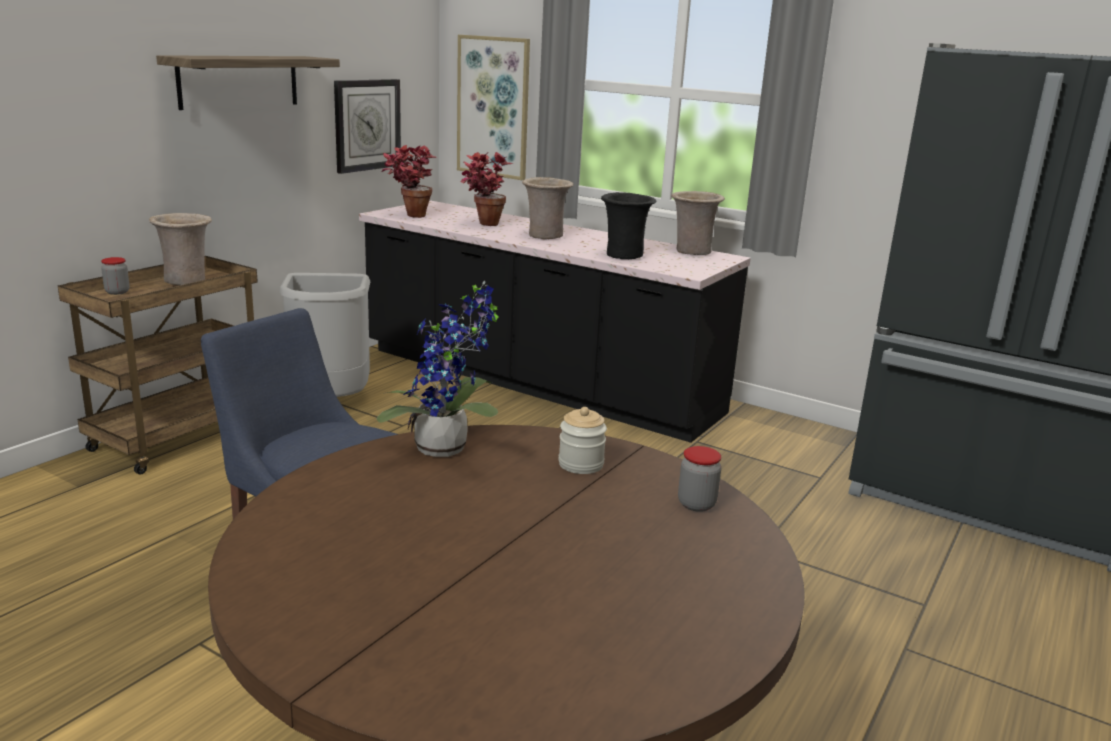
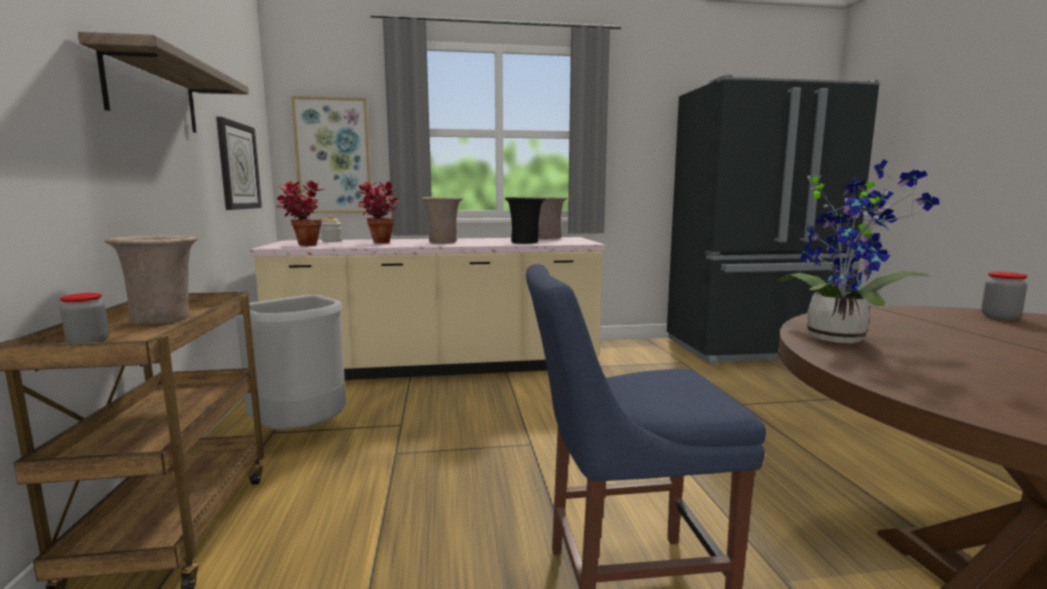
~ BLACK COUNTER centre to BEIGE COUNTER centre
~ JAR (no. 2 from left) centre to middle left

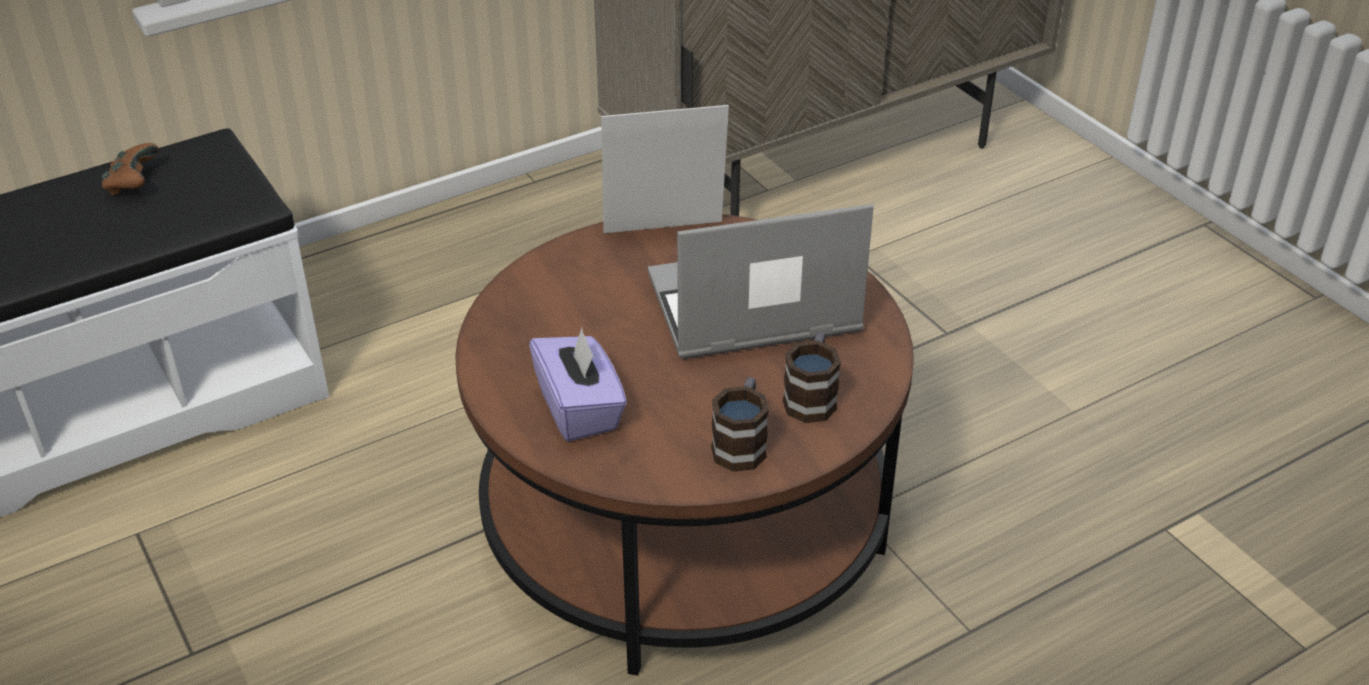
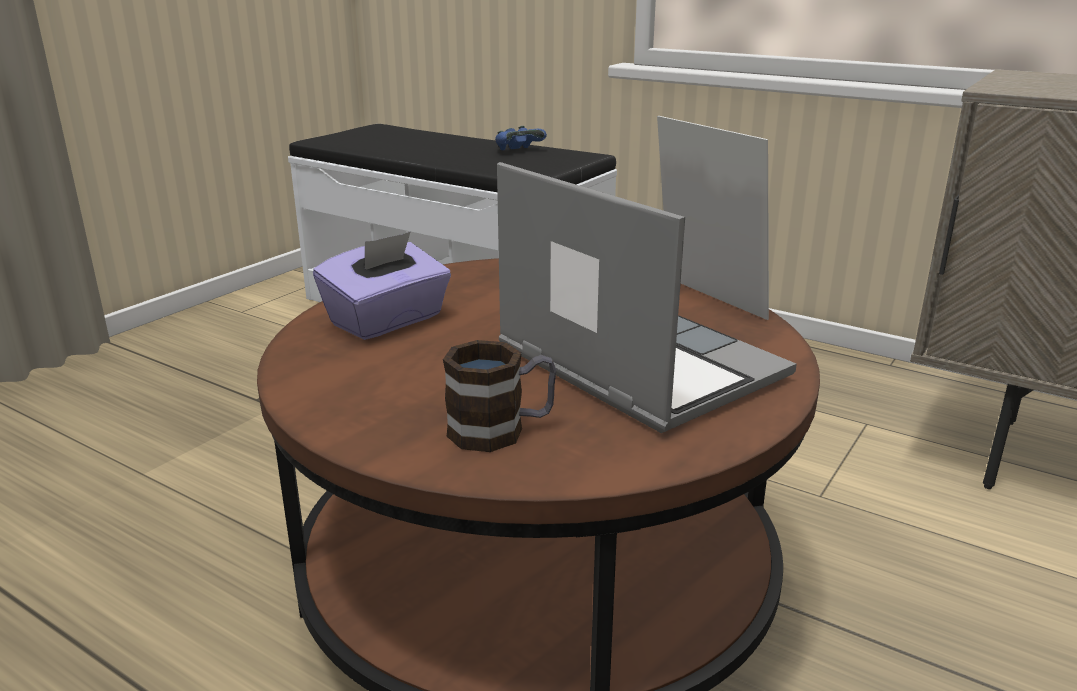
~ BROWN GAME CONTROLLER top left to BLUE GAME CONTROLLER top centre
- MUG (no. 1 from left) centre

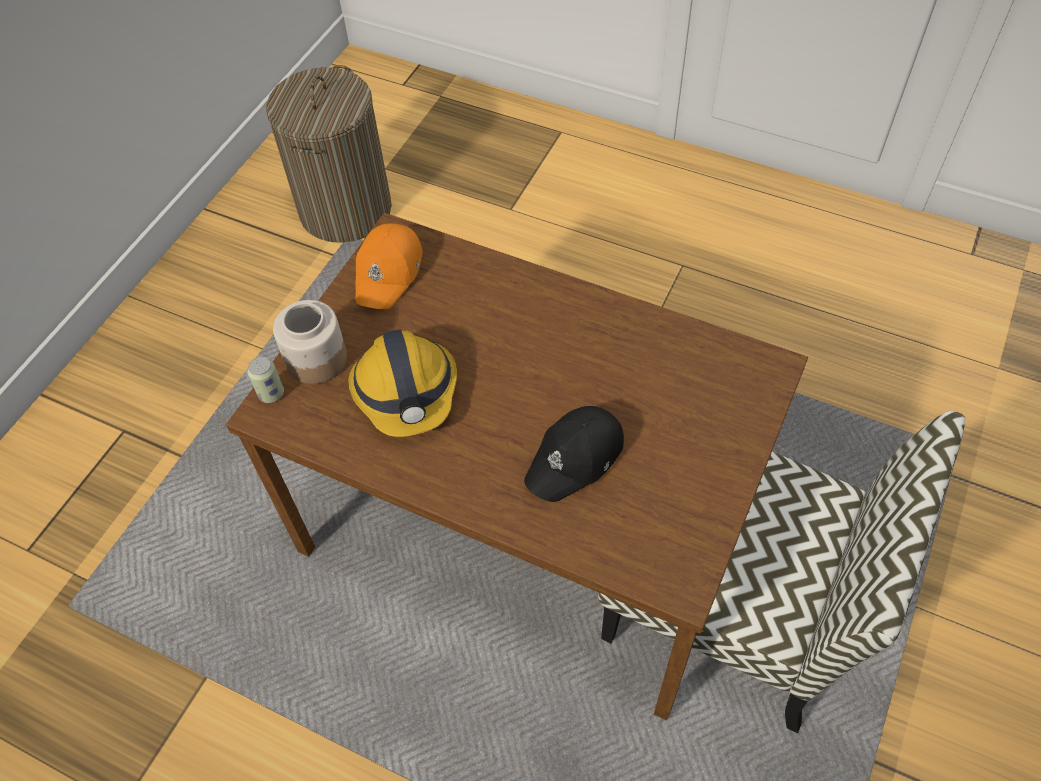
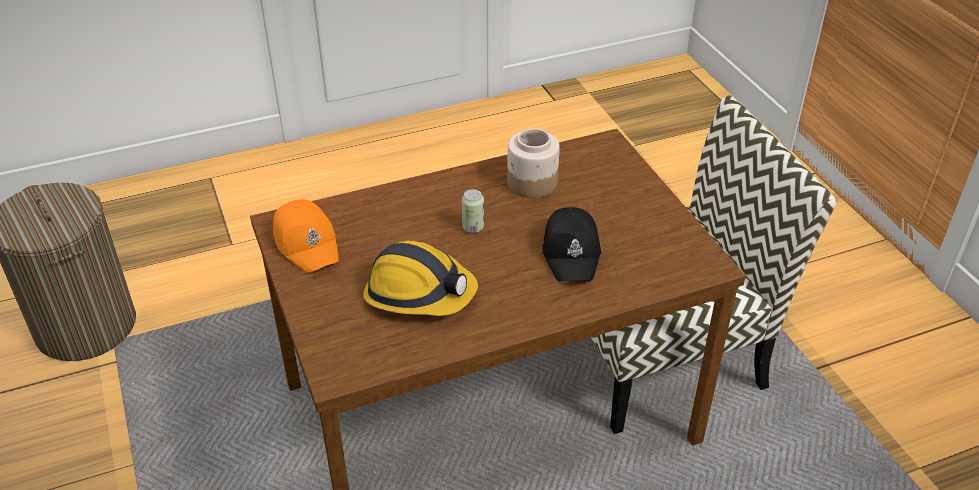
~ CAN middle left to centre
~ JAR middle left to top centre

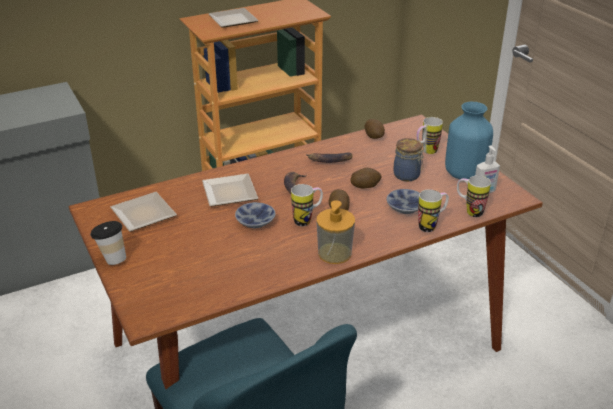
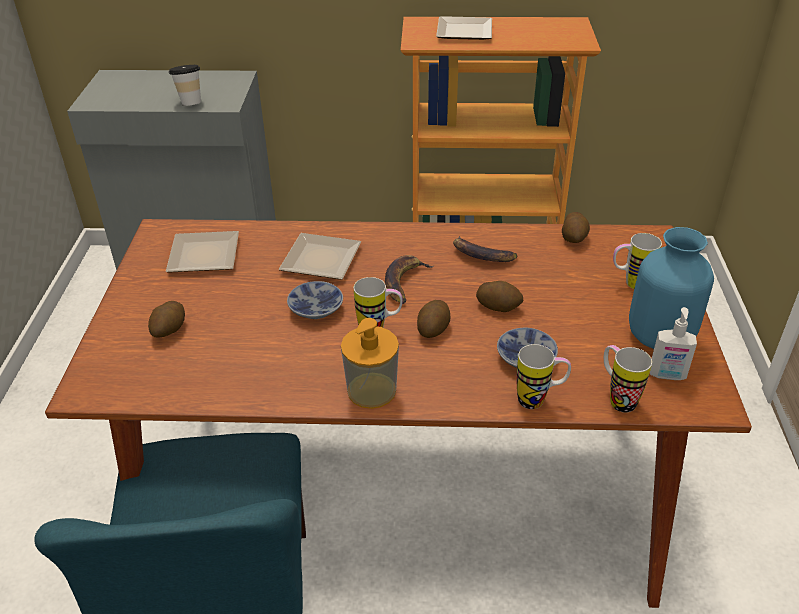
~ CUP middle left to top left
- JAR centre
+ POTATO (no. 1 from left) middle left

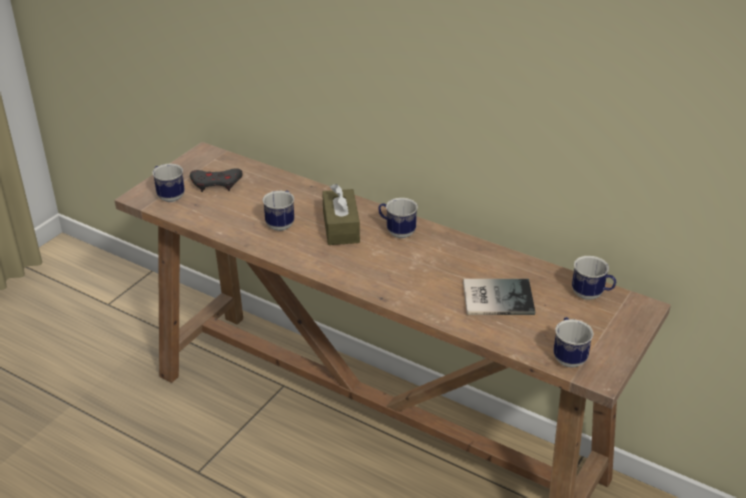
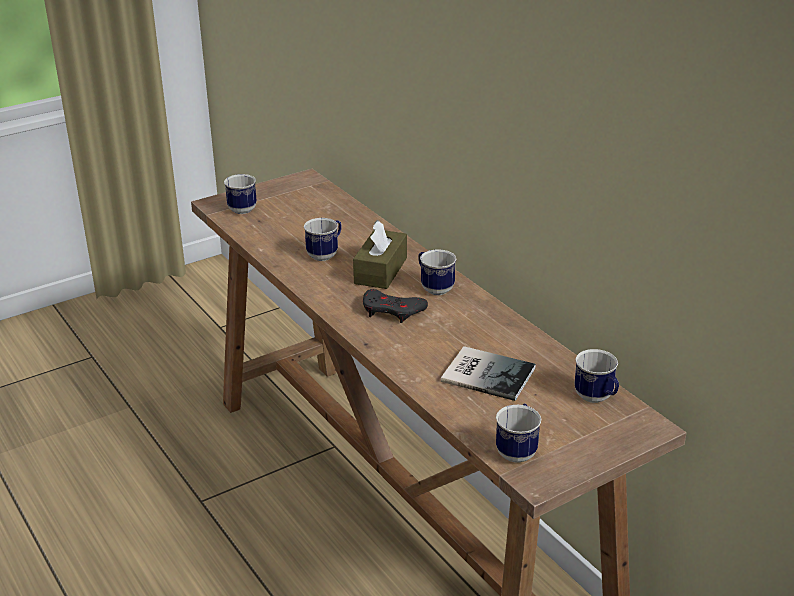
~ GREY GAME CONTROLLER middle left to centre

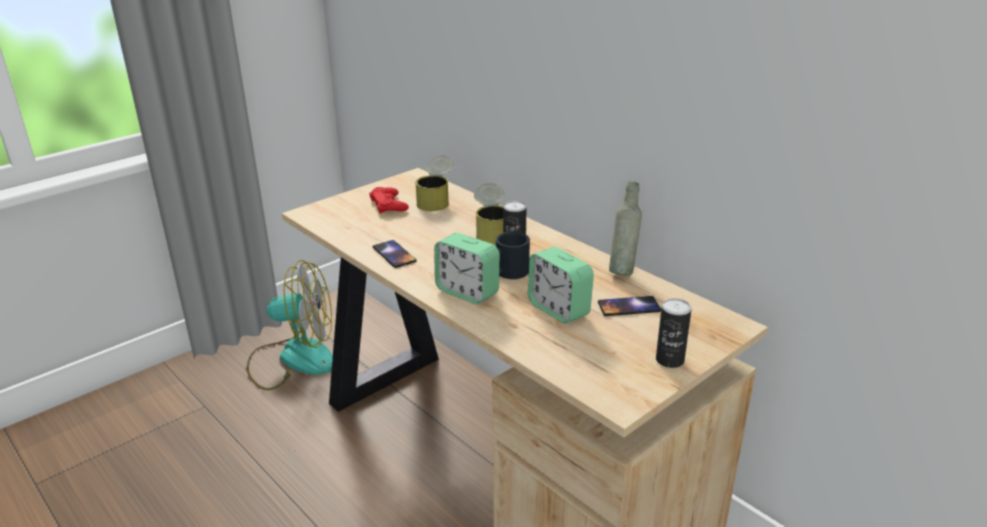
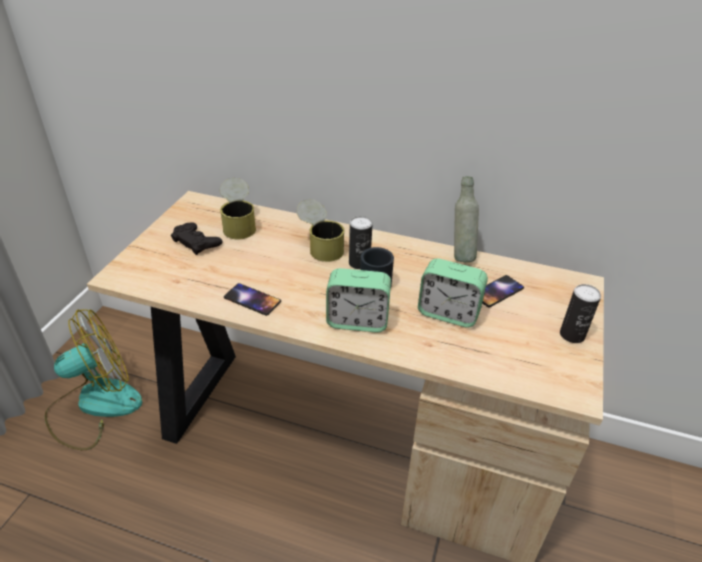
~ RED GAME CONTROLLER centre to BLACK GAME CONTROLLER middle left

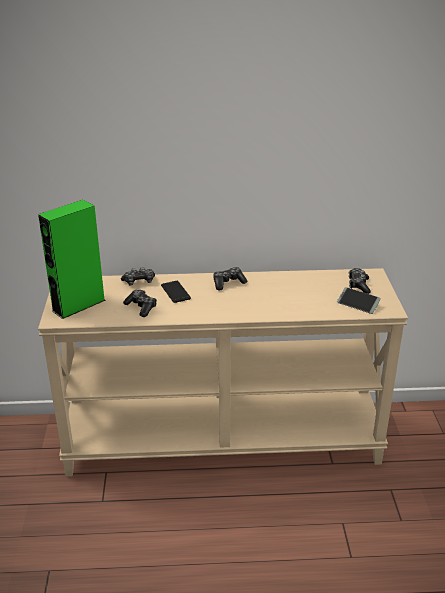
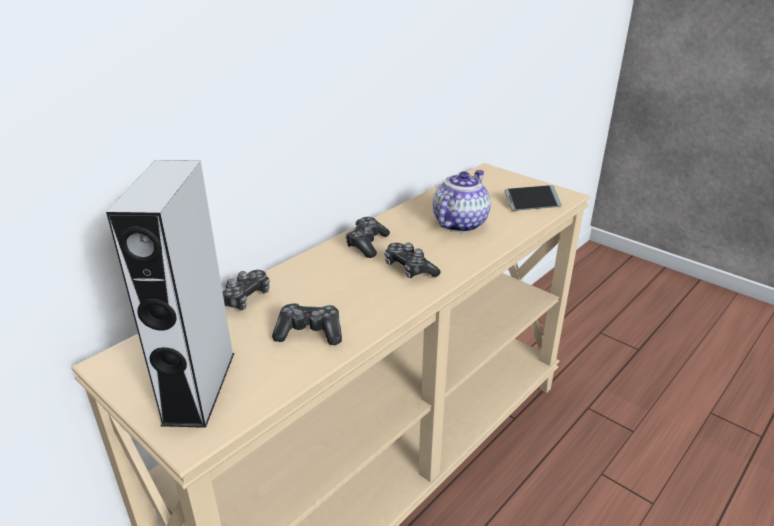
~ GREEN SPEAKER middle left to GREY SPEAKER middle left
- PHONE (no. 1 from left) centre
~ GAME CONTROLLER (no. 4 from left) middle right to centre
+ TEAPOT centre

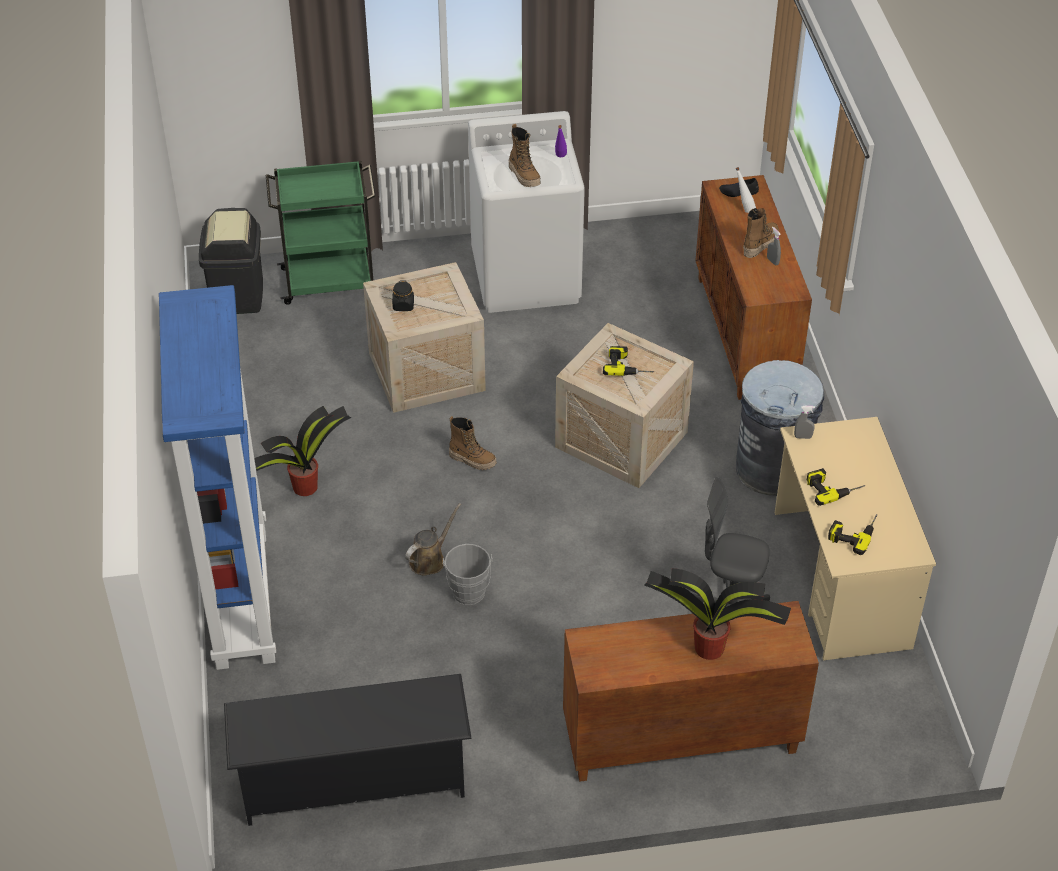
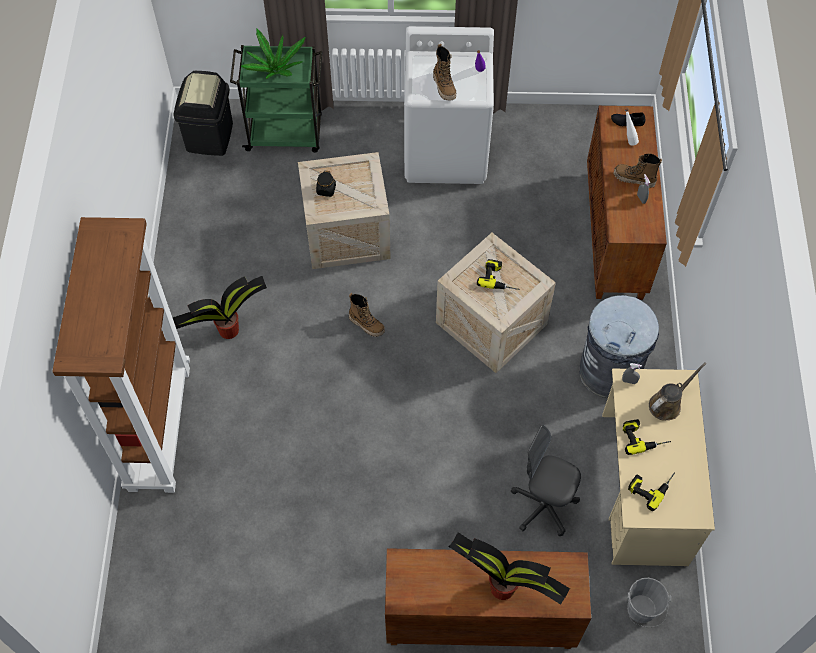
~ BLUE BOOKCASE middle left to BROWN BOOKCASE middle left
- BLACK SHOE RACK bottom left
~ BROWN WATERING CAN centre to middle right
~ GREY BUCKET centre to bottom right
~ BOOT (no. 3 from left) top right = top right 120 degrees counterclockwise
+ POTTED PLANT (no. 2 from left) top centre

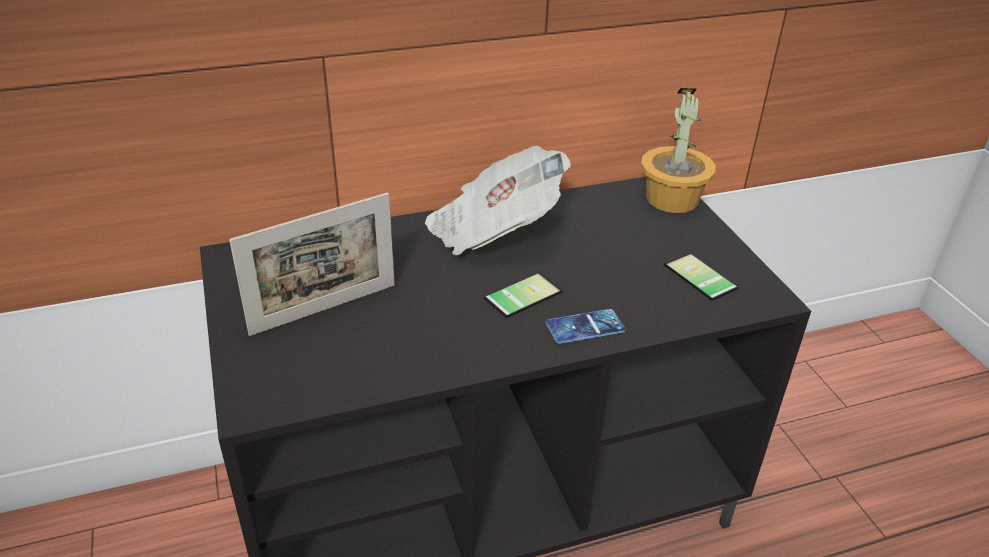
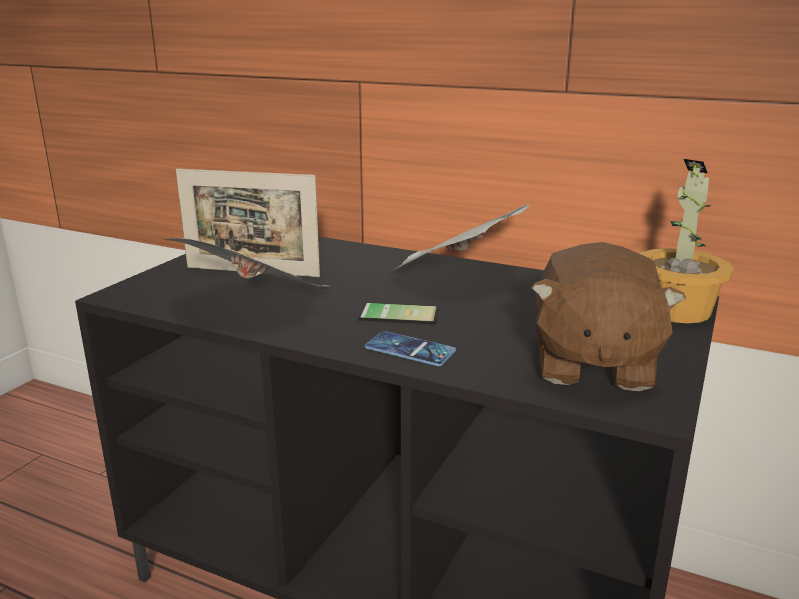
~ PHONE (no. 3 from left) middle right to BROWN PLUSH TOY middle right
+ NEWSPAPER (no. 1 from left) middle left

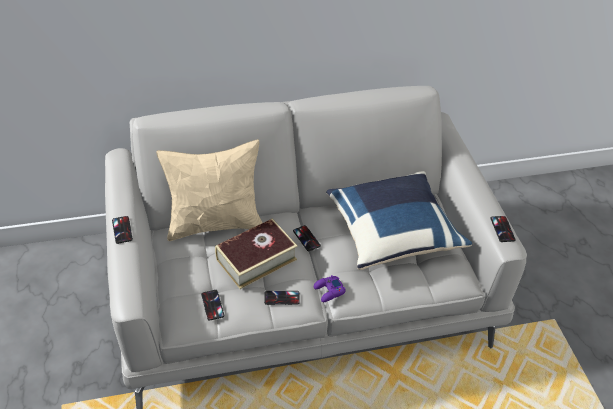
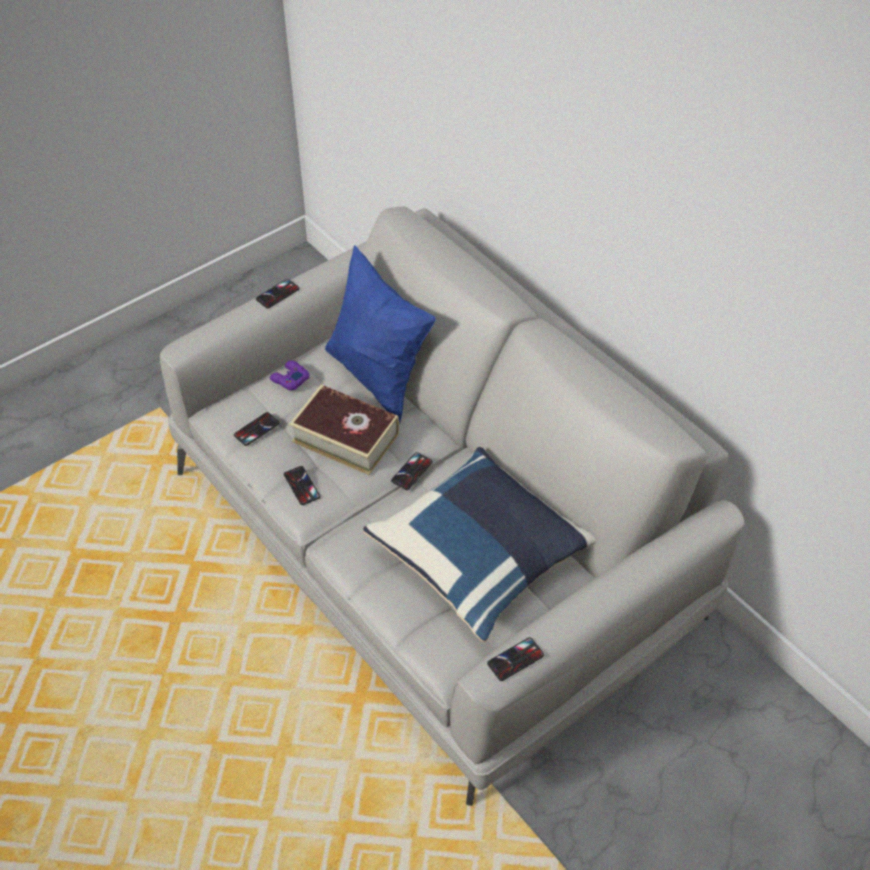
~ BEIGE PILLOW centre to BLUE PILLOW (no. 1 from left) centre
~ PURPLE GAME CONTROLLER bottom centre to centre

